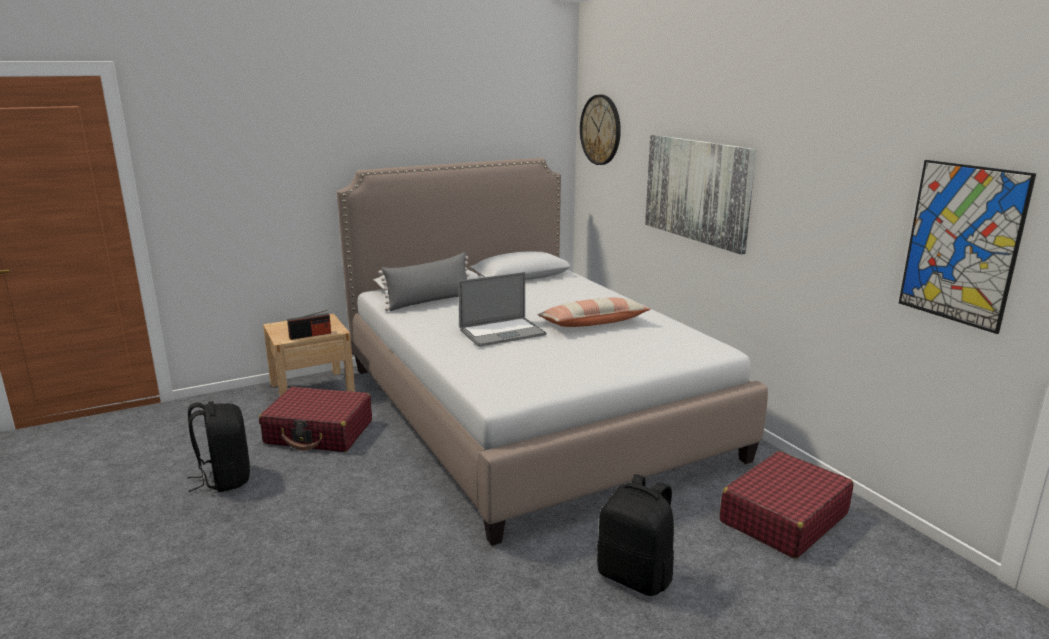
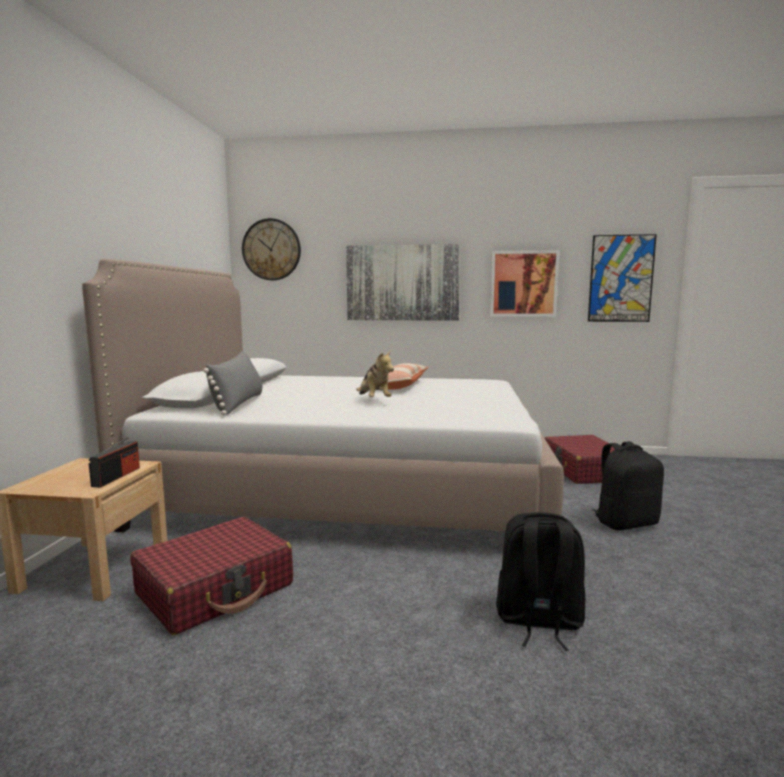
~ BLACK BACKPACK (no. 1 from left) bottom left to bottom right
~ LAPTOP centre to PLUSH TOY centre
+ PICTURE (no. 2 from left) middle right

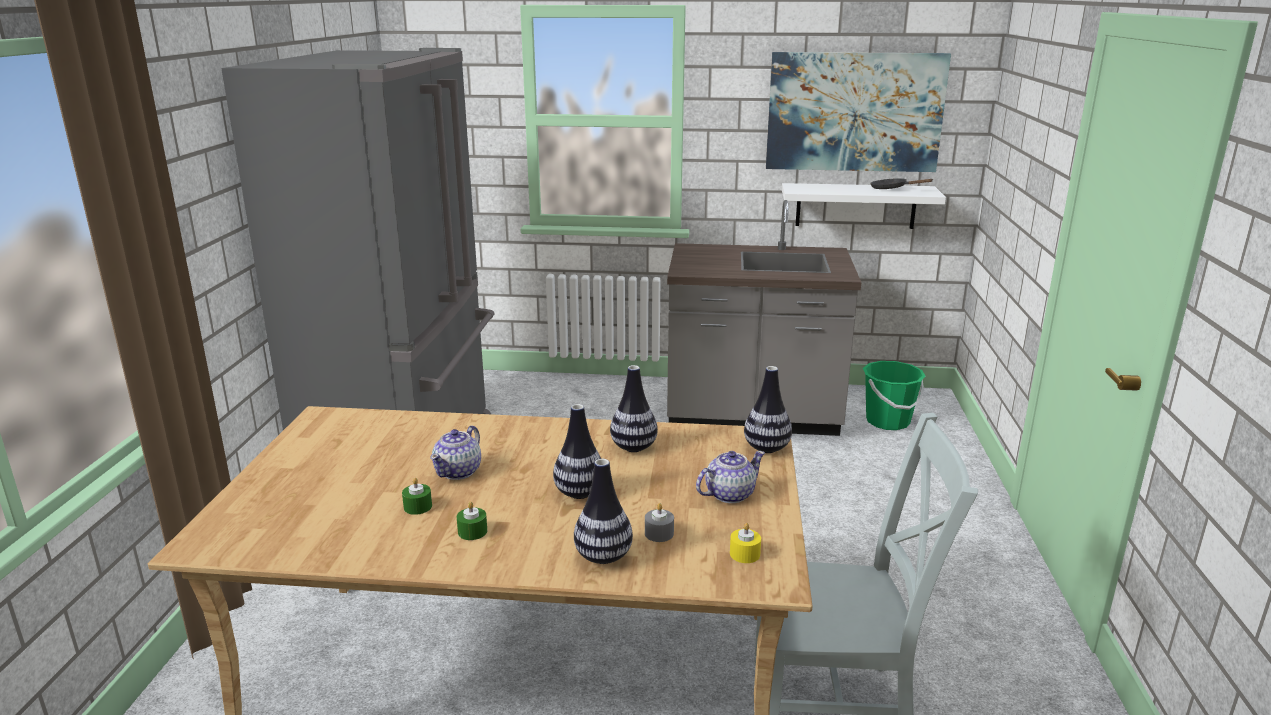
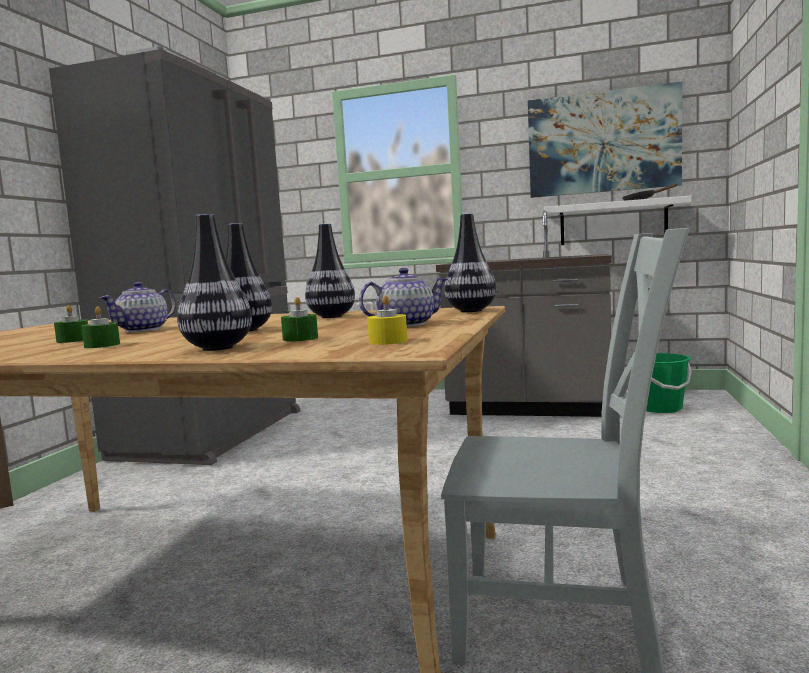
~ GREY CANDLE bottom centre to GREEN CANDLE (no. 3 from left) centre

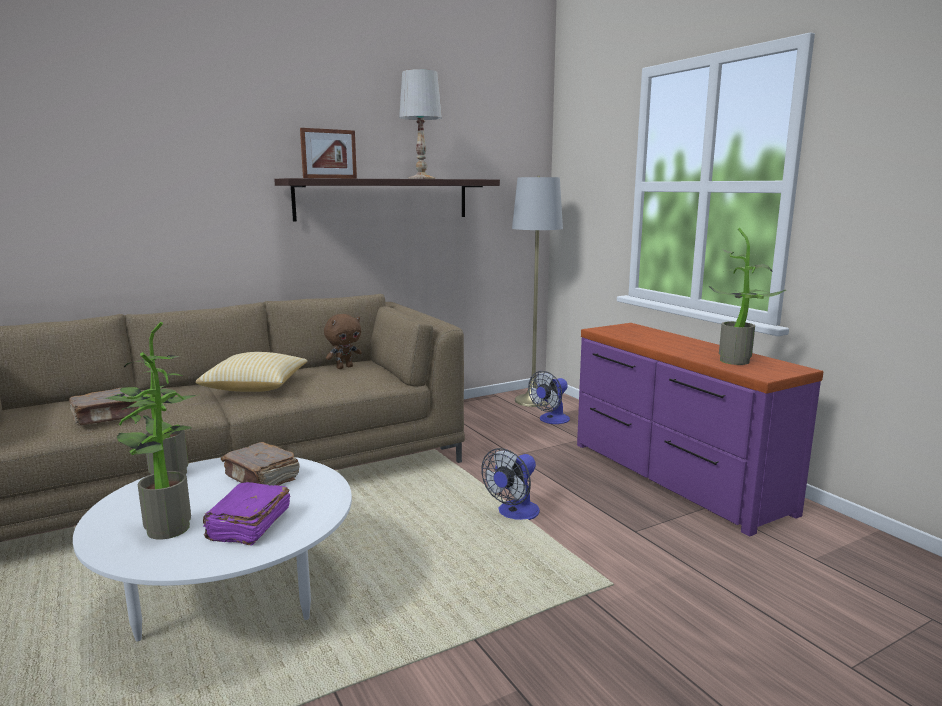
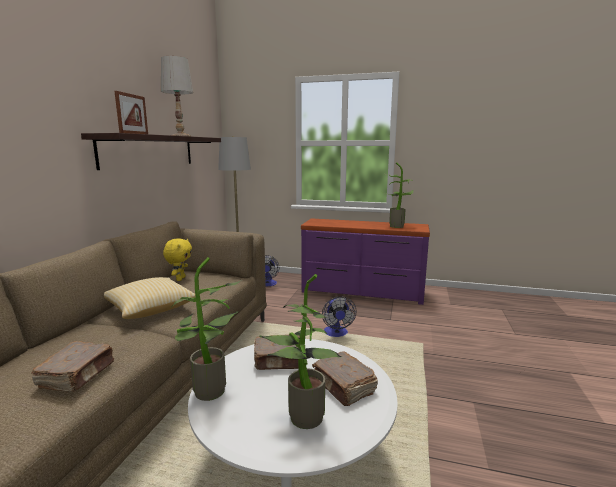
~ PURPLE BOOK bottom left to BROWN BOOK (no. 3 from left) bottom centre
~ BROWN PLUSH TOY centre to YELLOW PLUSH TOY middle left

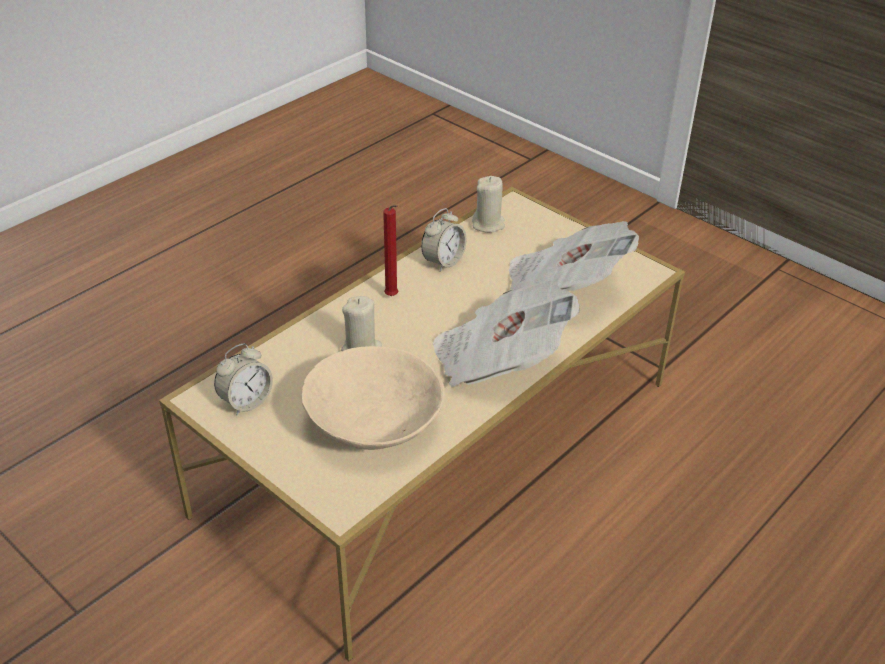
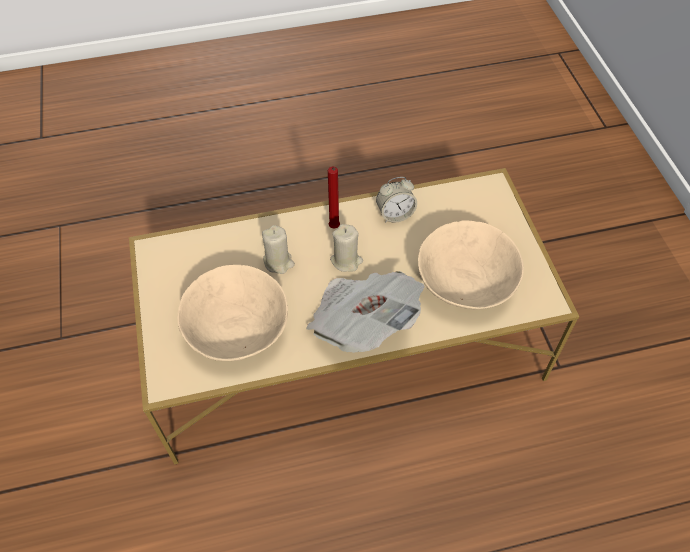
- ALARM CLOCK (no. 1 from left) middle left
~ BEIGE CANDLE (no. 2 from left) top centre to centre
~ NEWSPAPER (no. 2 from left) centre to BEIGE BOWL (no. 2 from left) middle right

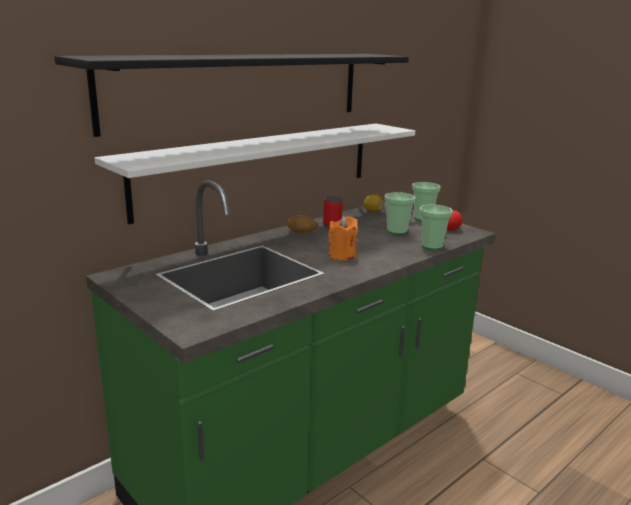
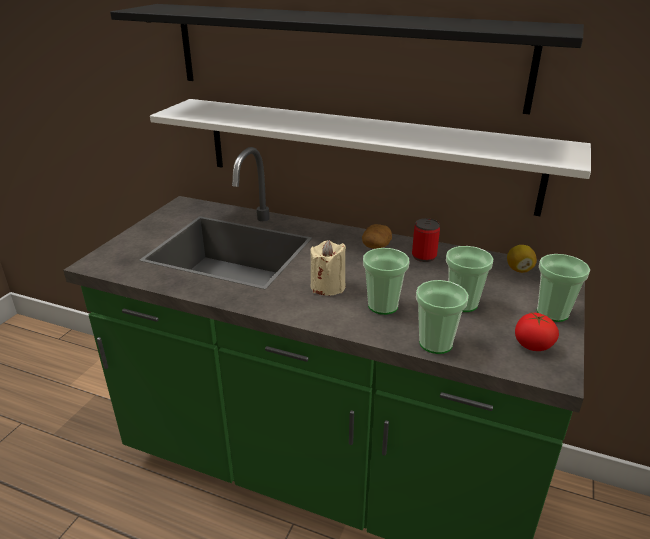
~ ORANGE CANDLE centre to BEIGE CANDLE centre
+ CUP (no. 1 from left) centre

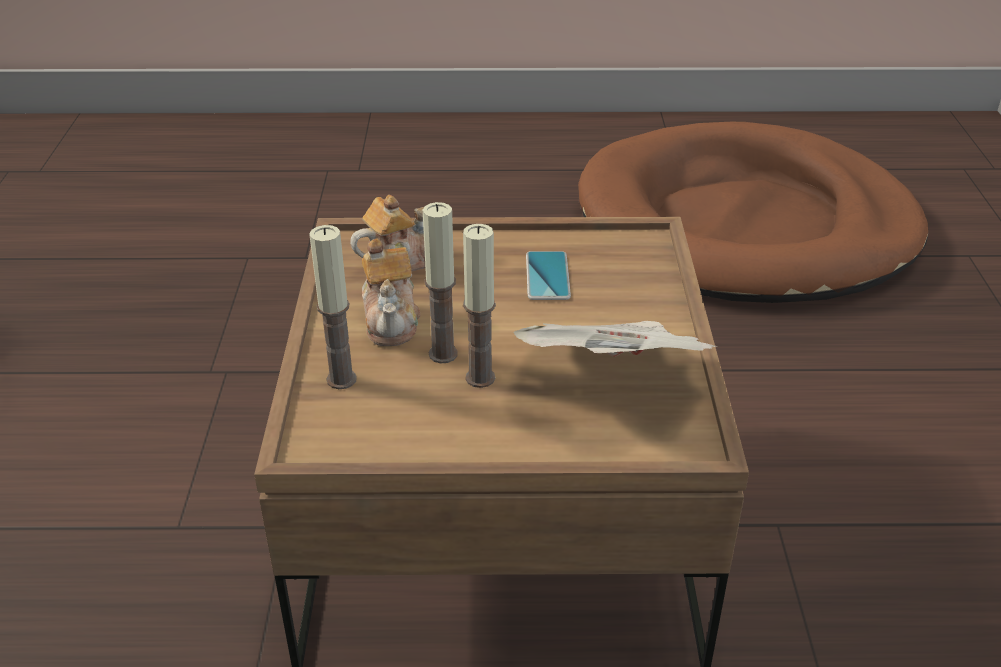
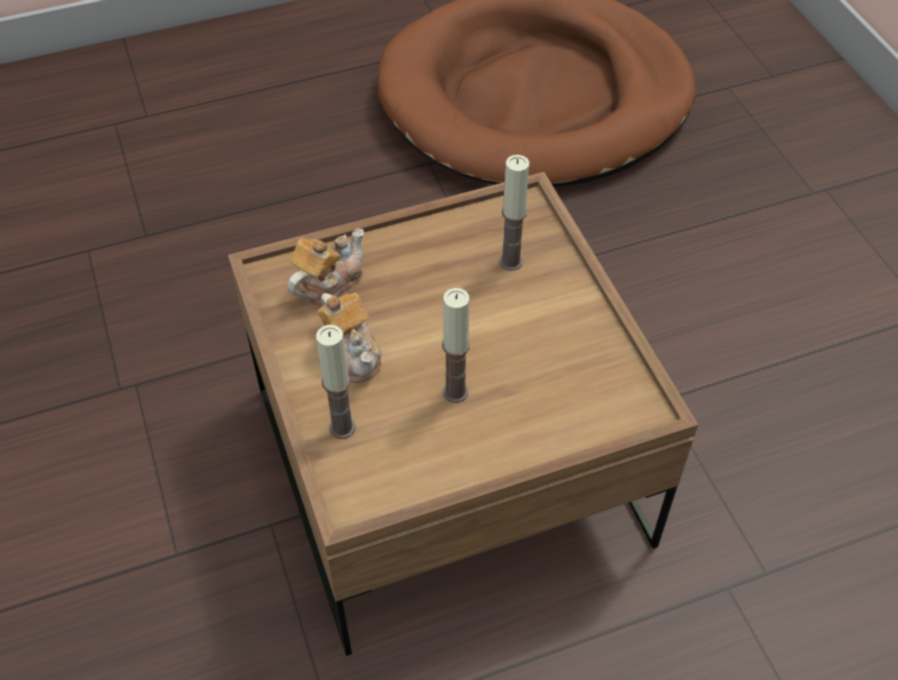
~ CANDLE (no. 2 from left in the first image) centre to CANDLE (no. 3 from left) top centre
- NEWSPAPER centre
- PHONE centre

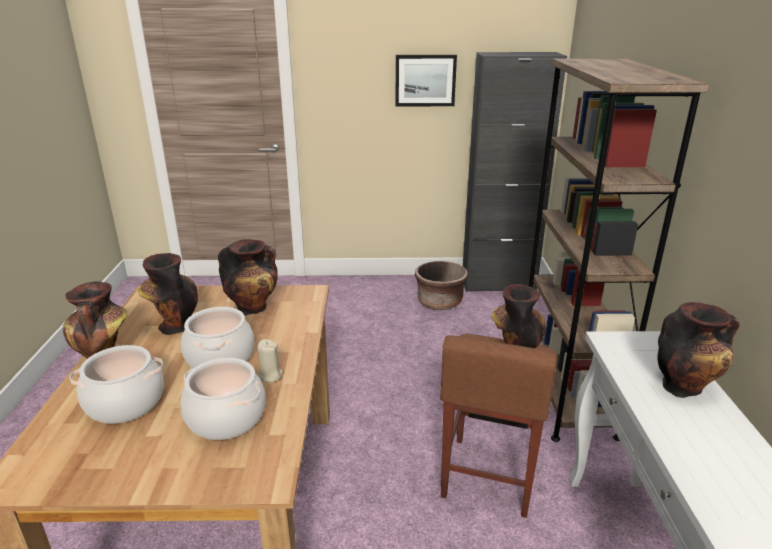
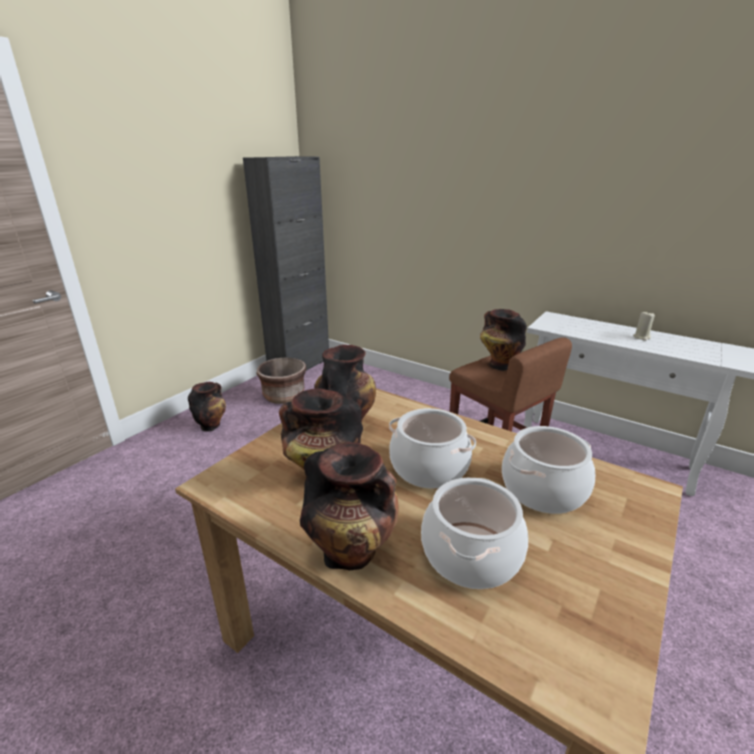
~ BEIGE CANDLE centre to middle right
- PICTURE top centre
- BROWN BOOKCASE middle right
~ VASE (no. 5 from left in the first image) middle right to VASE (no. 1 from left) middle left

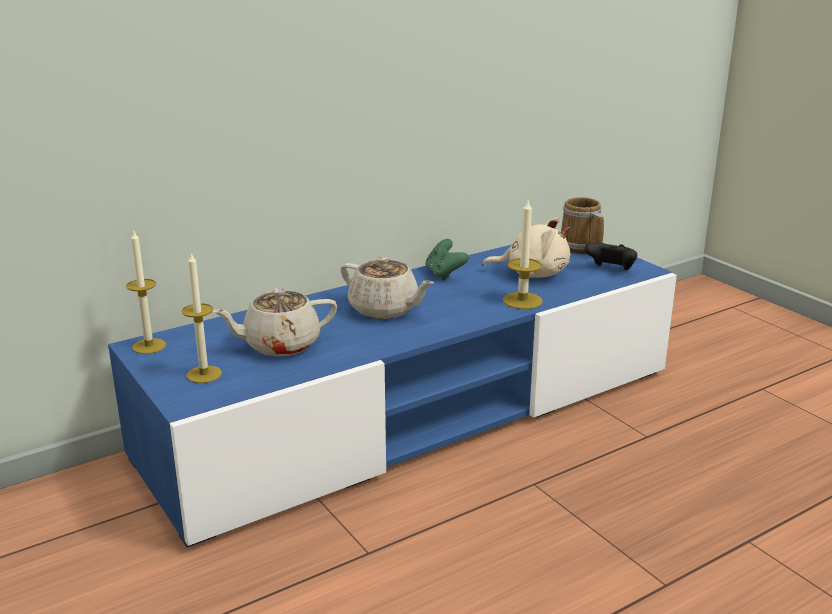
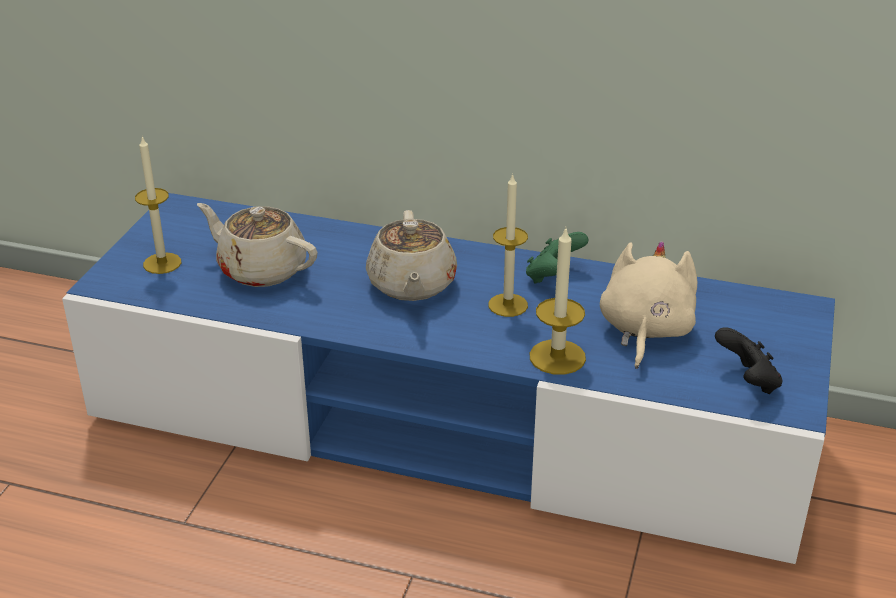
~ CANDLE (no. 1 from left in the first image) middle left to CANDLE (no. 2 from left) centre
~ BEIGE PLUSH TOY centre = middle right 135 degrees counterclockwise
- MUG middle right

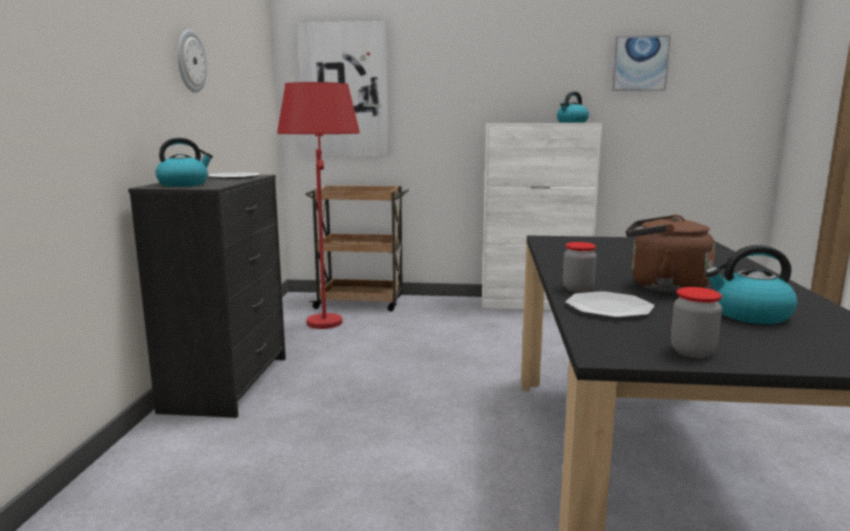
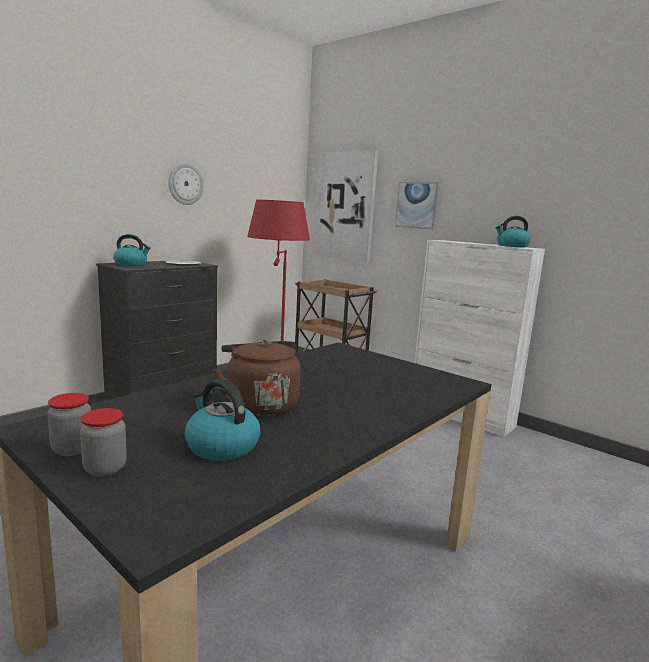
~ JAR (no. 1 from left in the first image) middle right to JAR (no. 2 from left) bottom left
- PLATE (no. 2 from left) middle right
~ PICTURE (no. 2 from left) top right to top centre

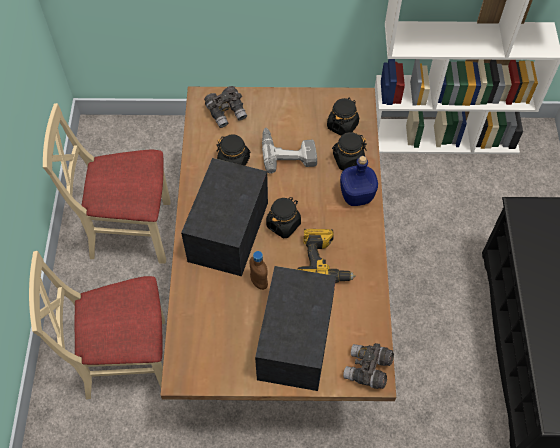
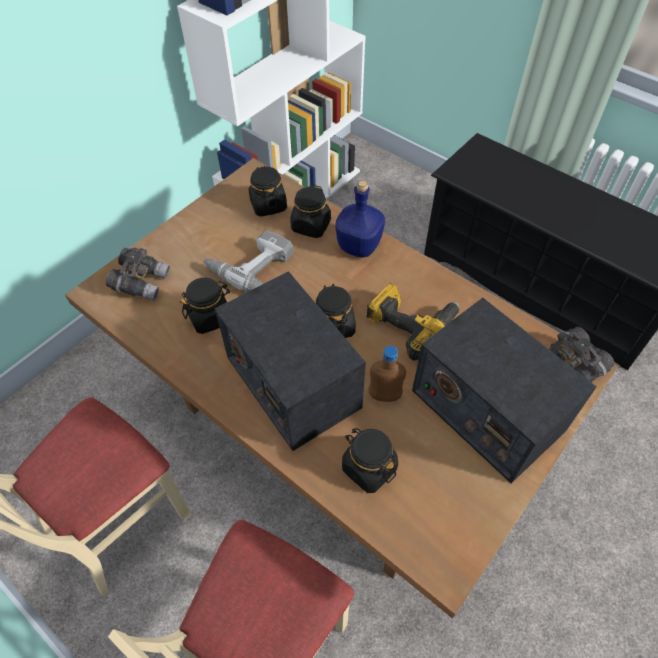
+ BLACK JAR (no. 5 from left) bottom centre

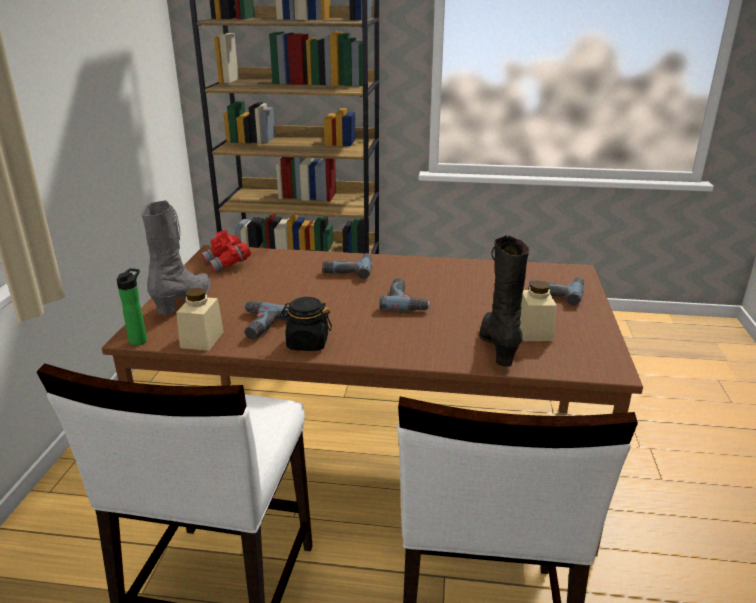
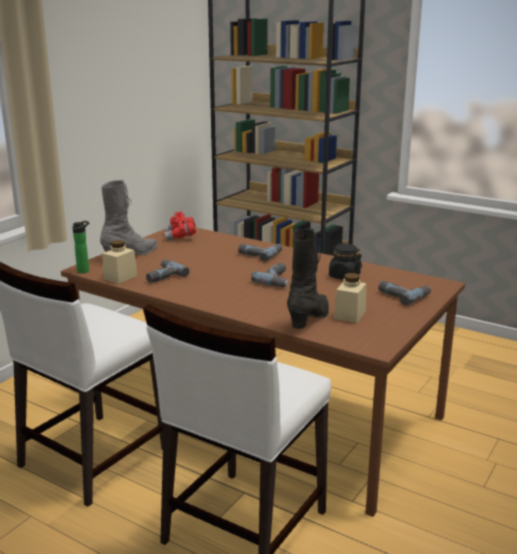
~ BLACK JAR centre to middle right

